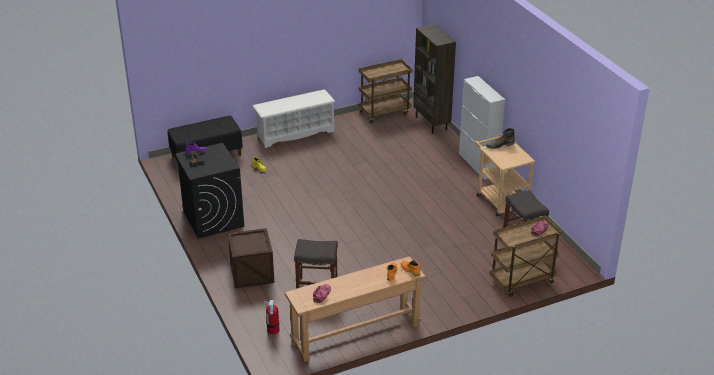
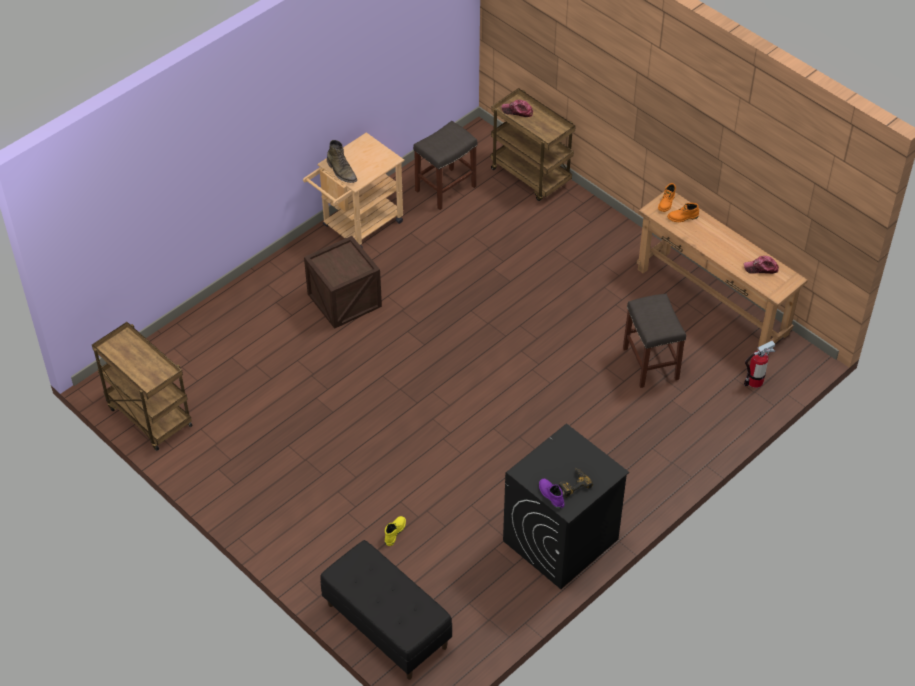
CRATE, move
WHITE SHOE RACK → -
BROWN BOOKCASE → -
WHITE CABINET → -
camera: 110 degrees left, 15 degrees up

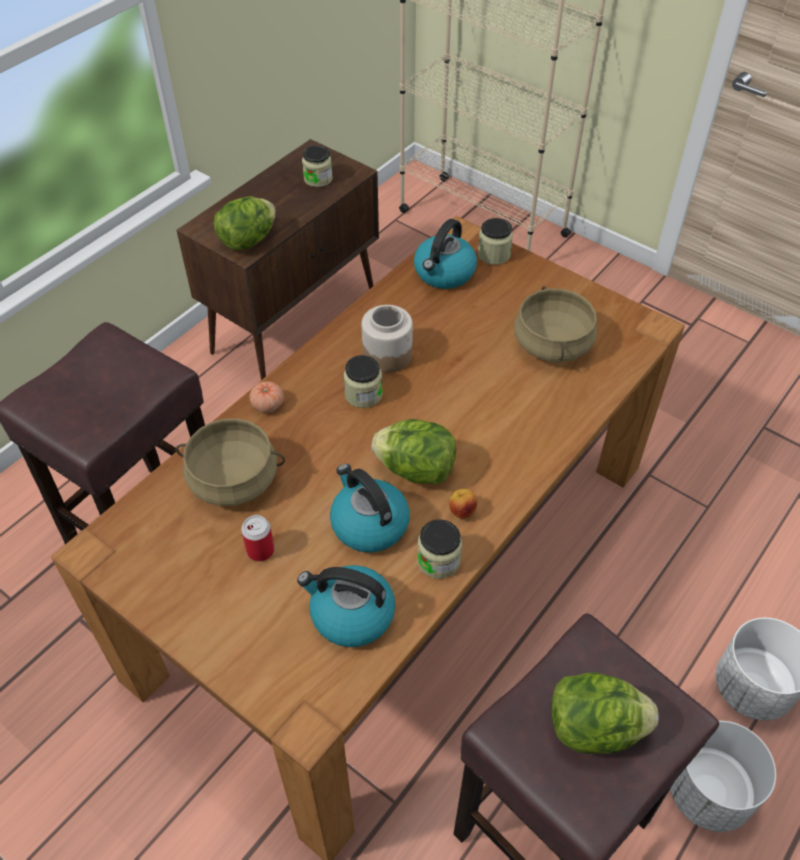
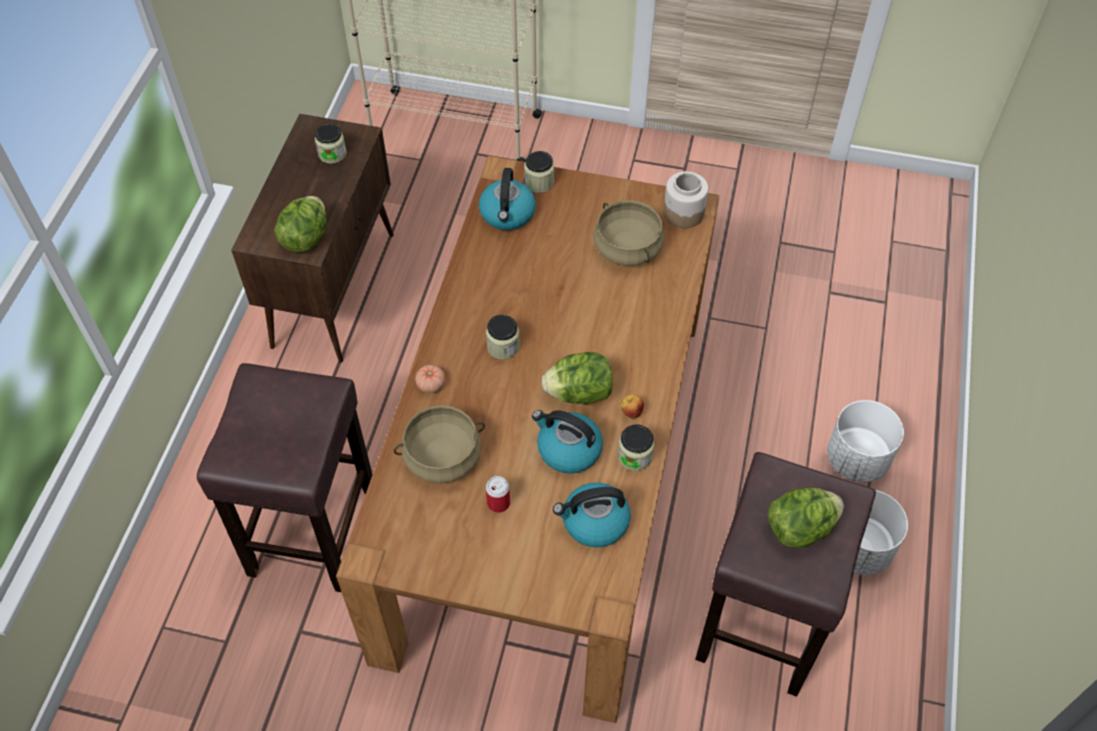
JAR (3rd from left in the first image) → JAR (5th from left), move
camera: 25 degrees left, 5 degrees up

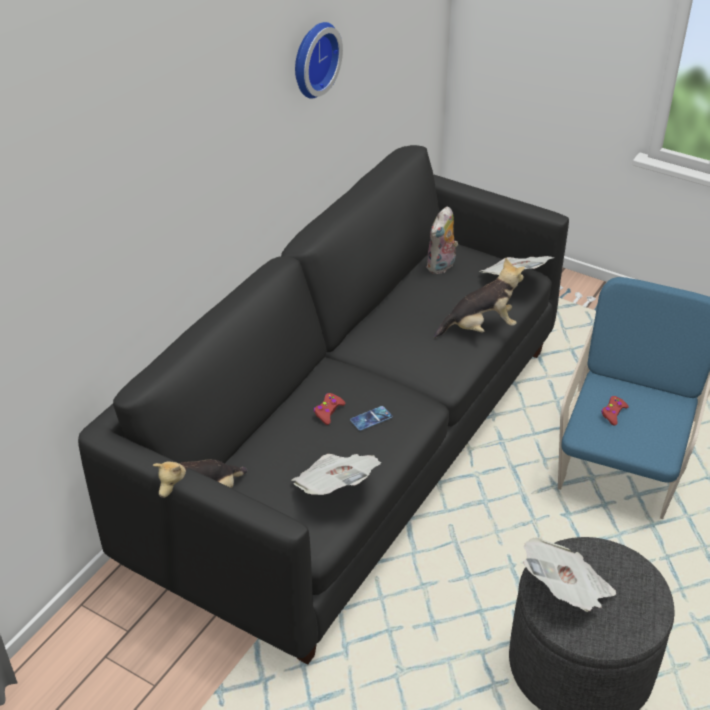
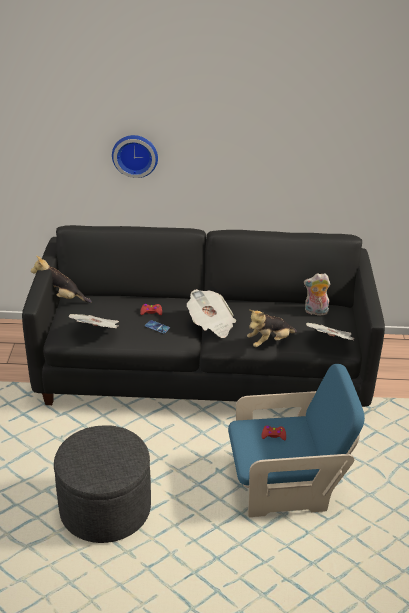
WALL CLOCK, move
NEWSPAPER (3rd from left in the first image) → NEWSPAPER (2nd from left), move
PLUSH TOY (3rd from left in the first image) → PLUSH TOY (2nd from left), 105 degrees clockwise
camera: 60 degrees right, 5 degrees down

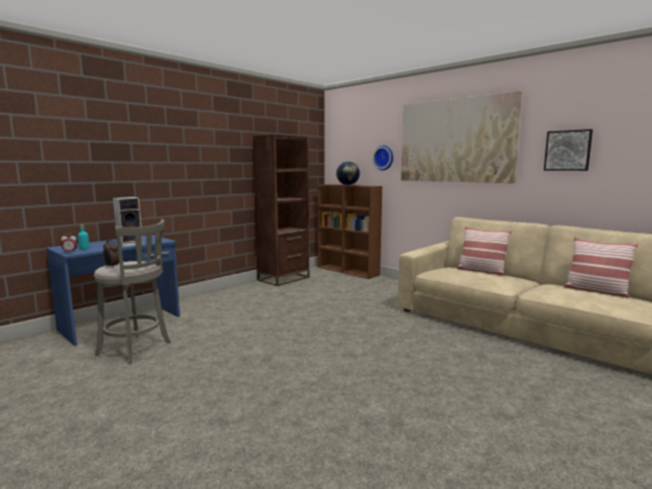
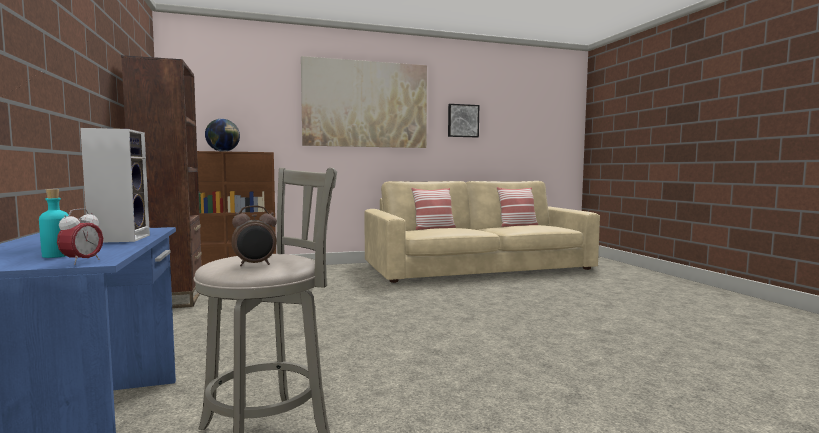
WALL CLOCK → -
camera: 60 degrees left, 5 degrees down

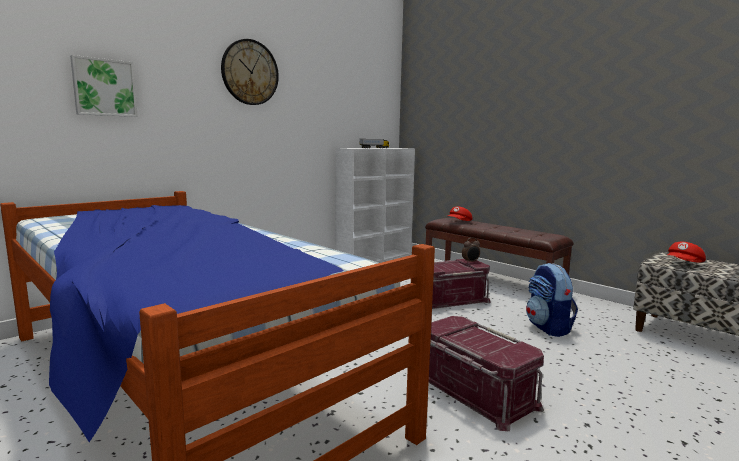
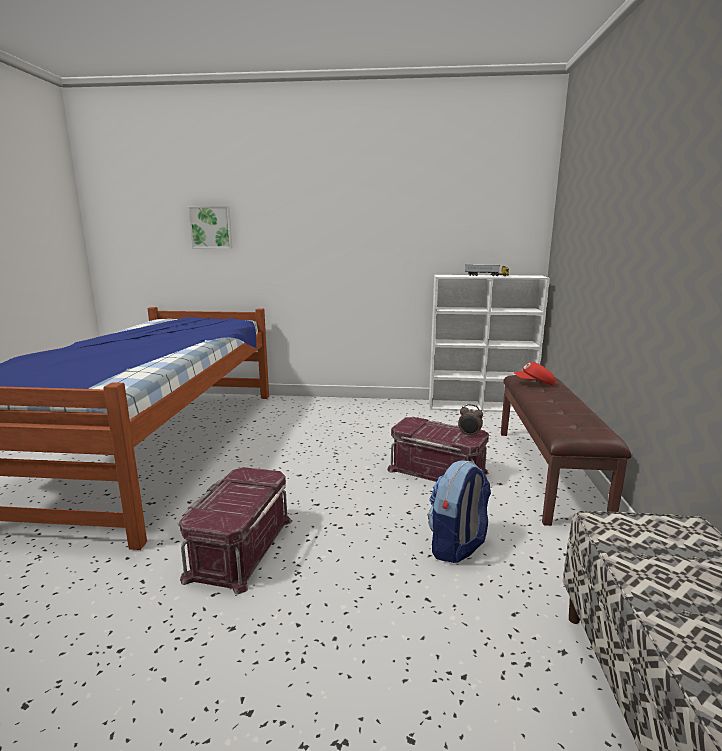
WALL CLOCK → -
RED CAP (2nd from left) → -
camera: 50 degrees right, 5 degrees up

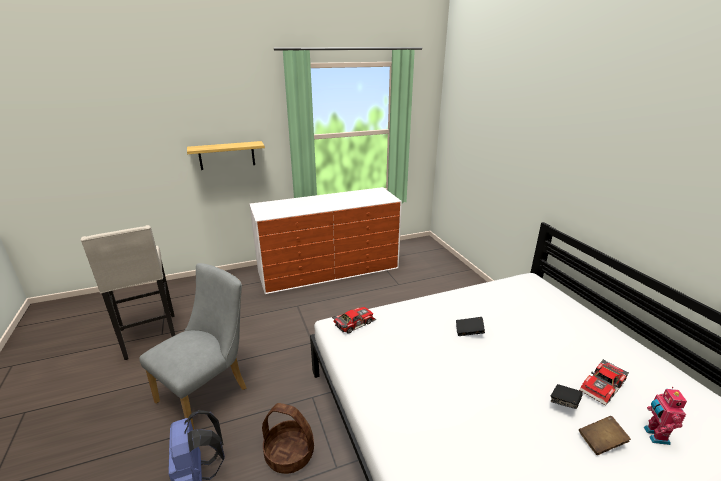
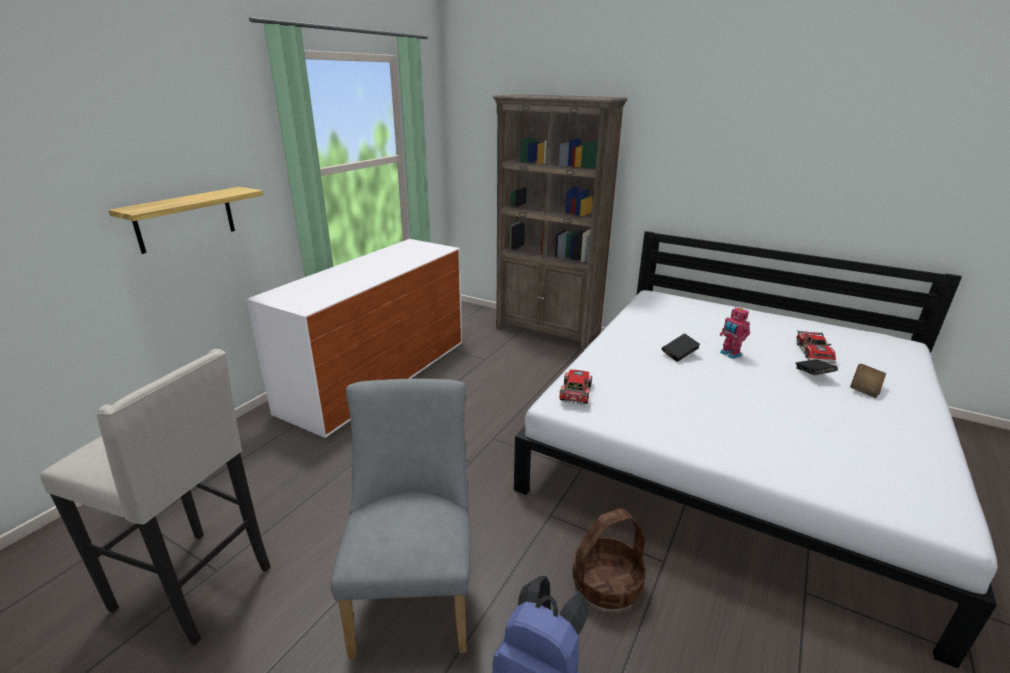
- → BROWN BOOKCASE
TOY ROBOT, move
camera: 40 degrees left, 0 degrees up

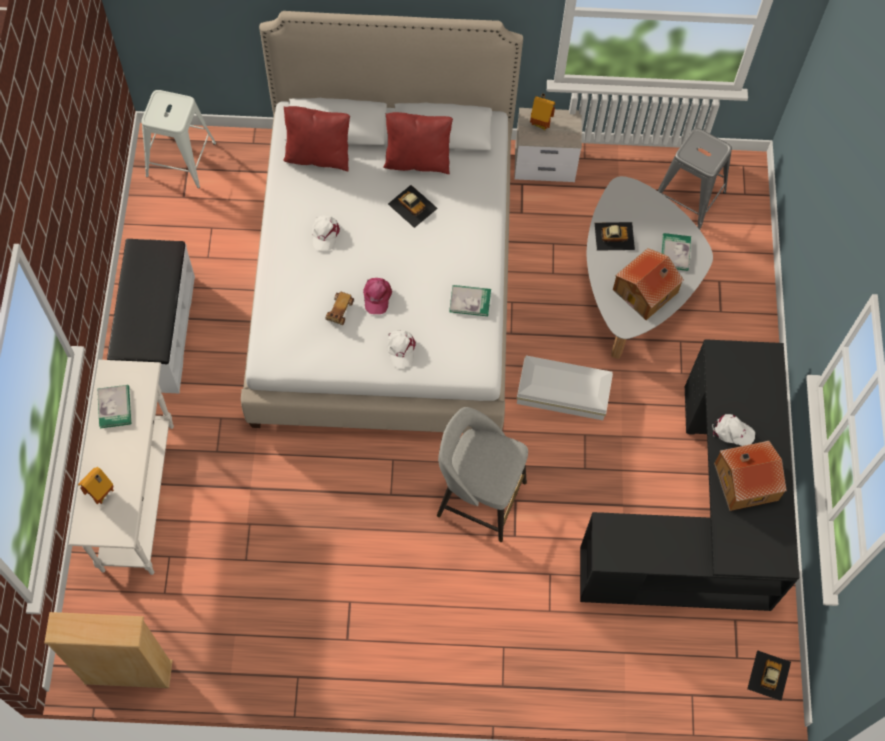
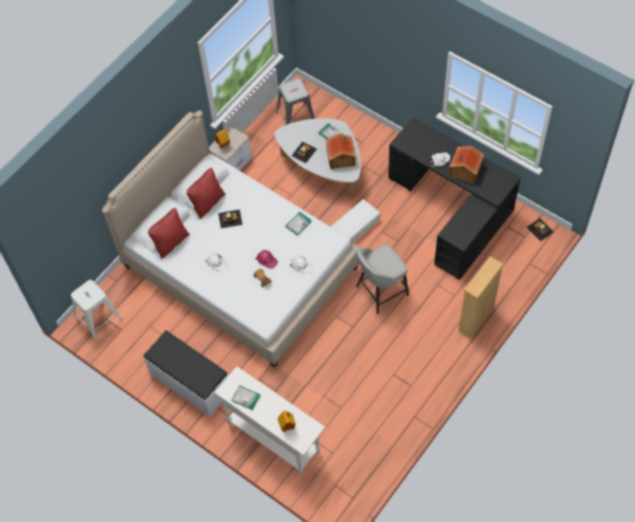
BEIGE BOOKCASE, move
camera: 50 degrees left, 5 degrees down

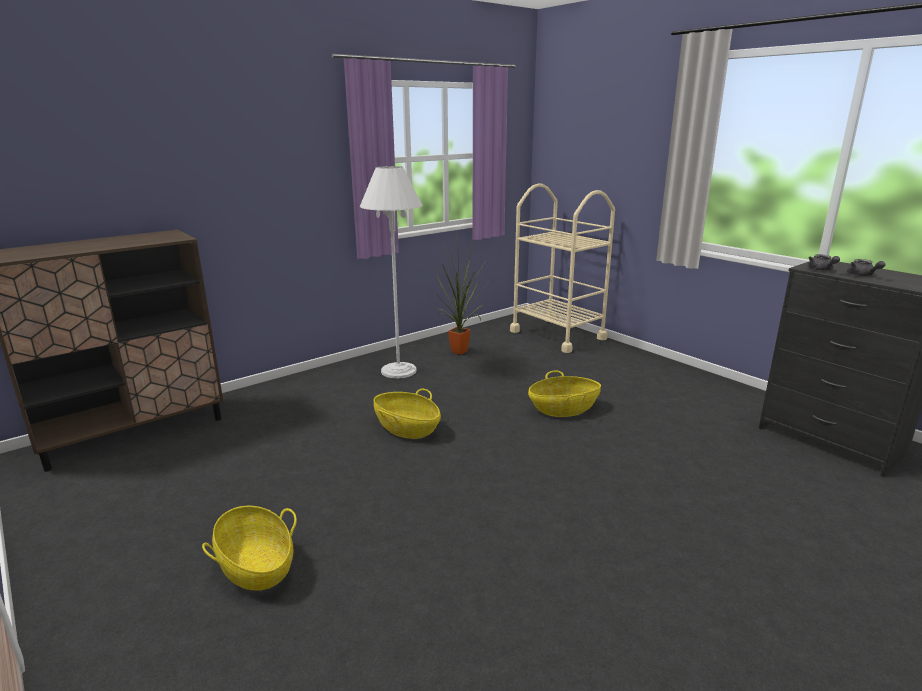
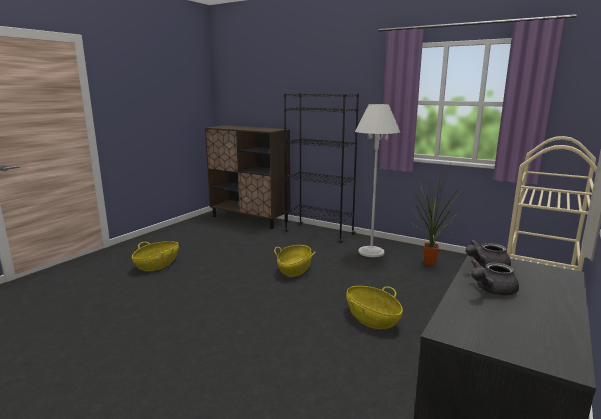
- → BLACK BOOKCASE
camera: 70 degrees right, 5 degrees down

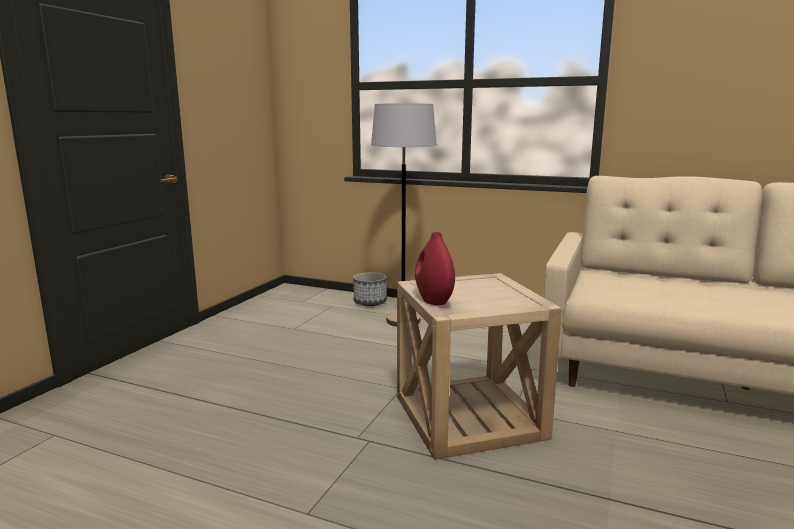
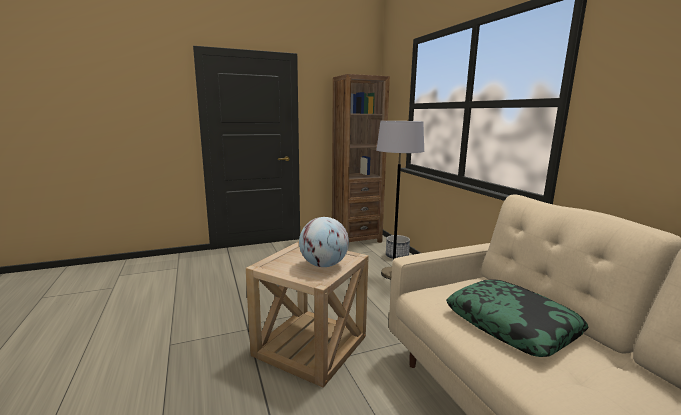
- → GLOBE
- → BROWN BOOKCASE
- → PILLOW
RED VASE → -
camera: 45 degrees right, 0 degrees up

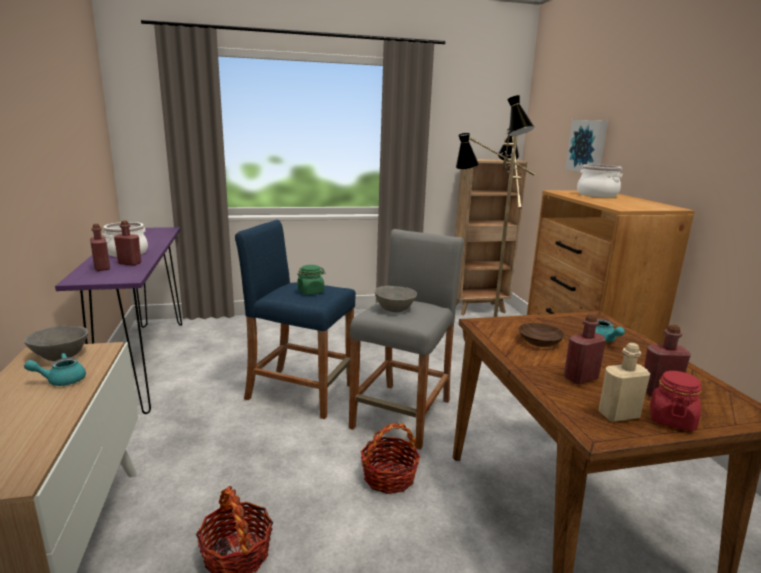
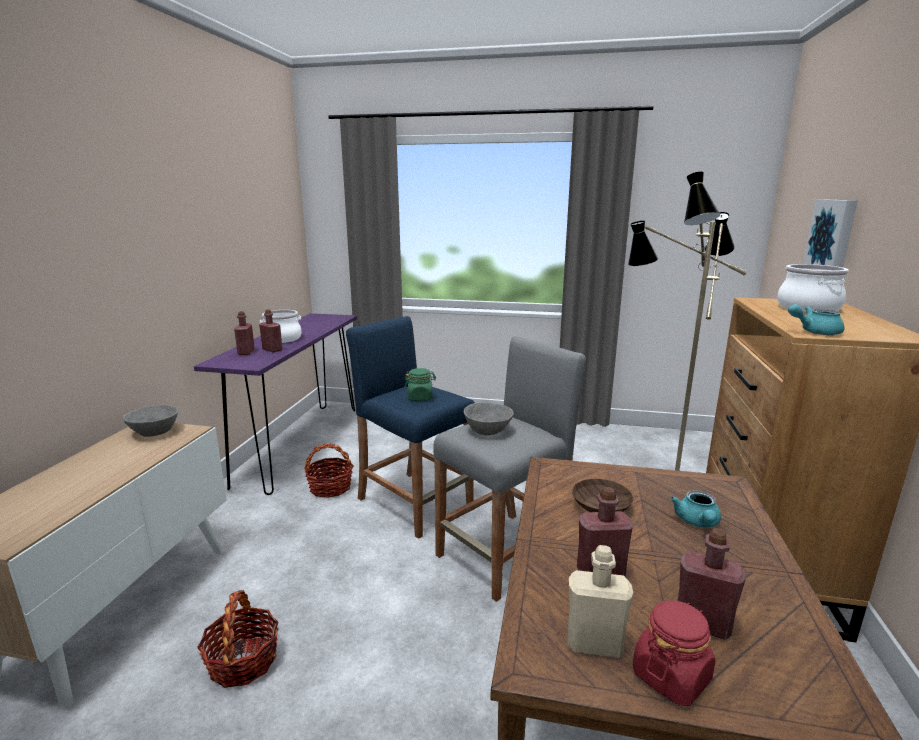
BASKET (2nd from left), move
TURQUOISE TEAPOT (1st from left in the first image) → TURQUOISE TEAPOT (2nd from left), move
BROWN BOOKCASE → -
camera: 25 degrees right, 0 degrees up

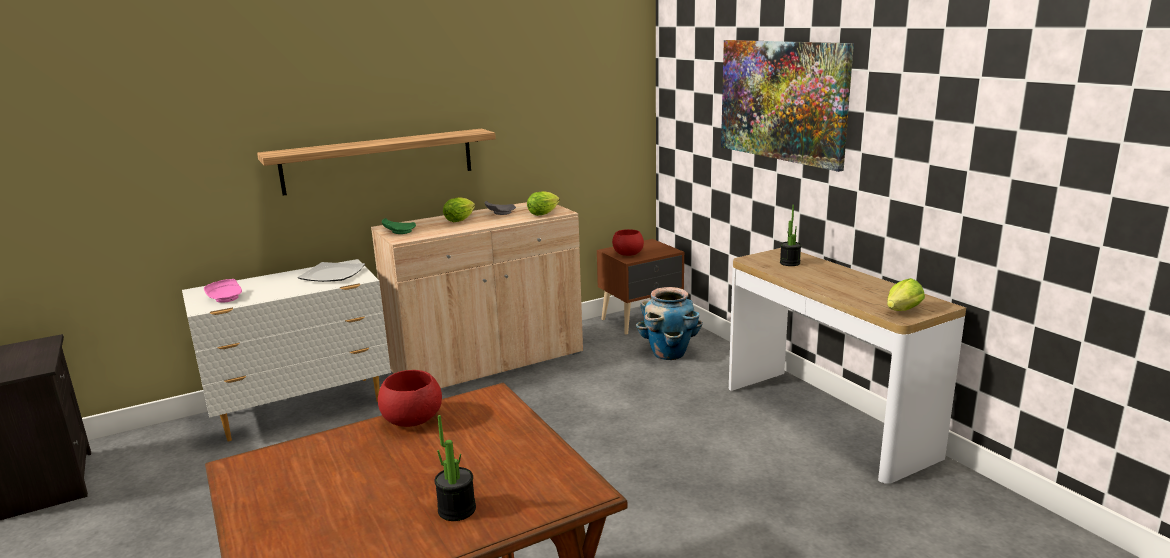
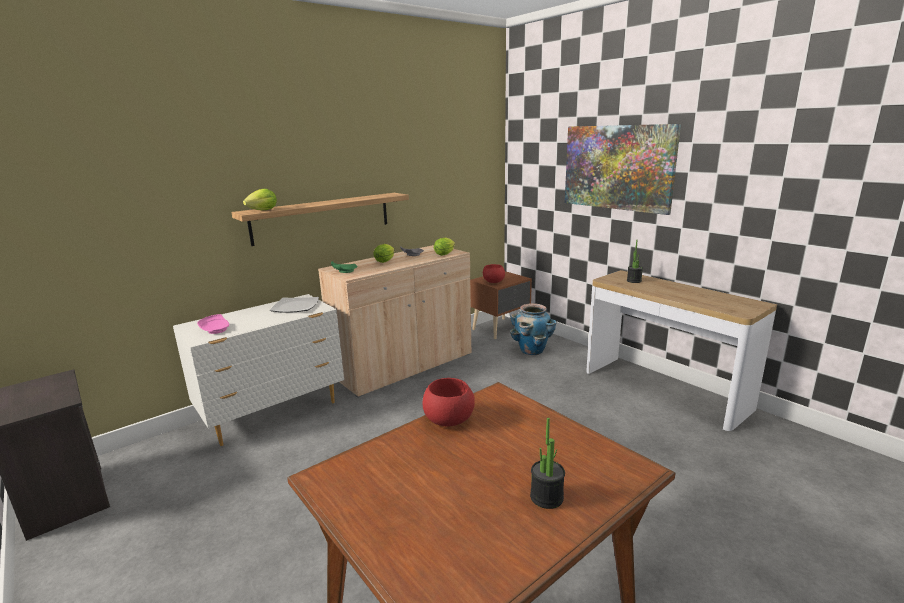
LETTUCE (3rd from left in the first image) → LETTUCE (1st from left), move
camera: 10 degrees left, 0 degrees up

